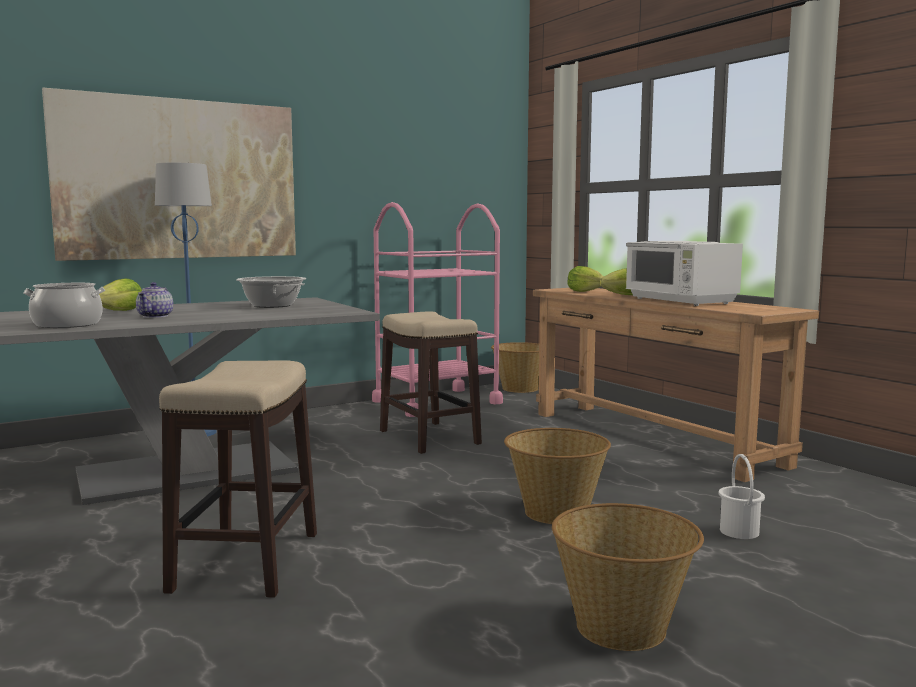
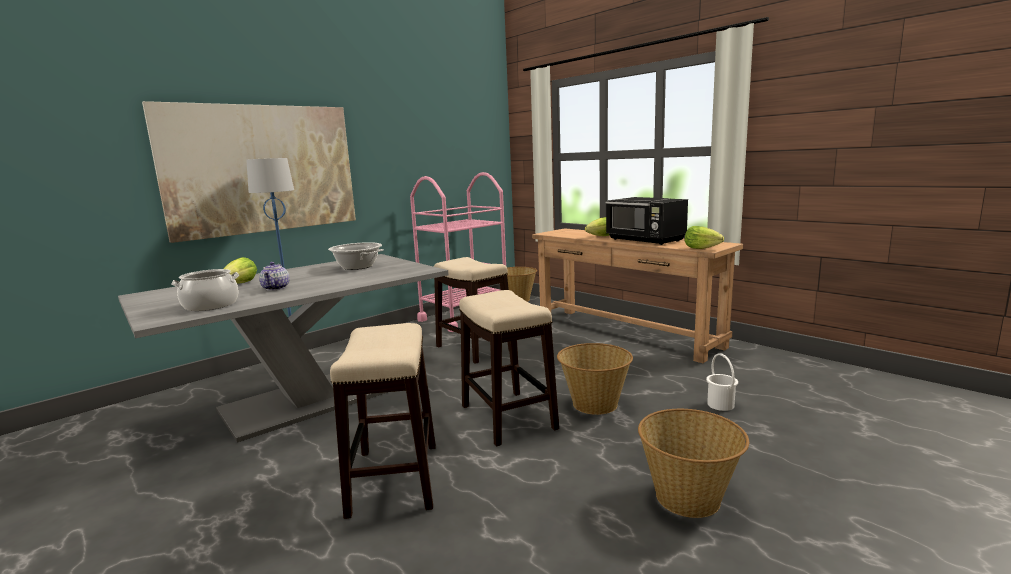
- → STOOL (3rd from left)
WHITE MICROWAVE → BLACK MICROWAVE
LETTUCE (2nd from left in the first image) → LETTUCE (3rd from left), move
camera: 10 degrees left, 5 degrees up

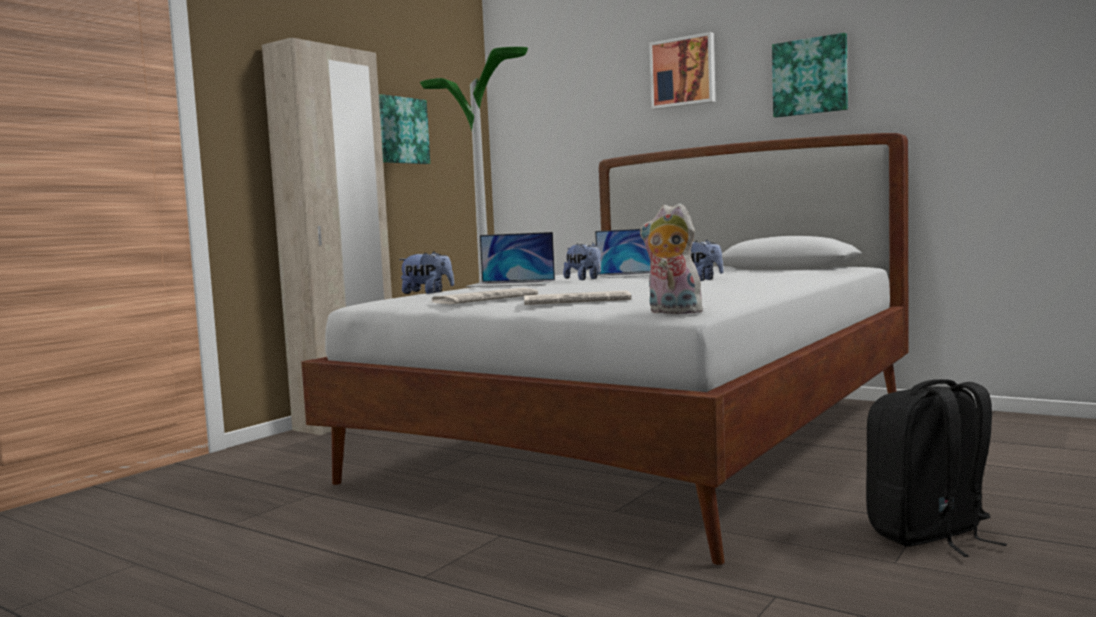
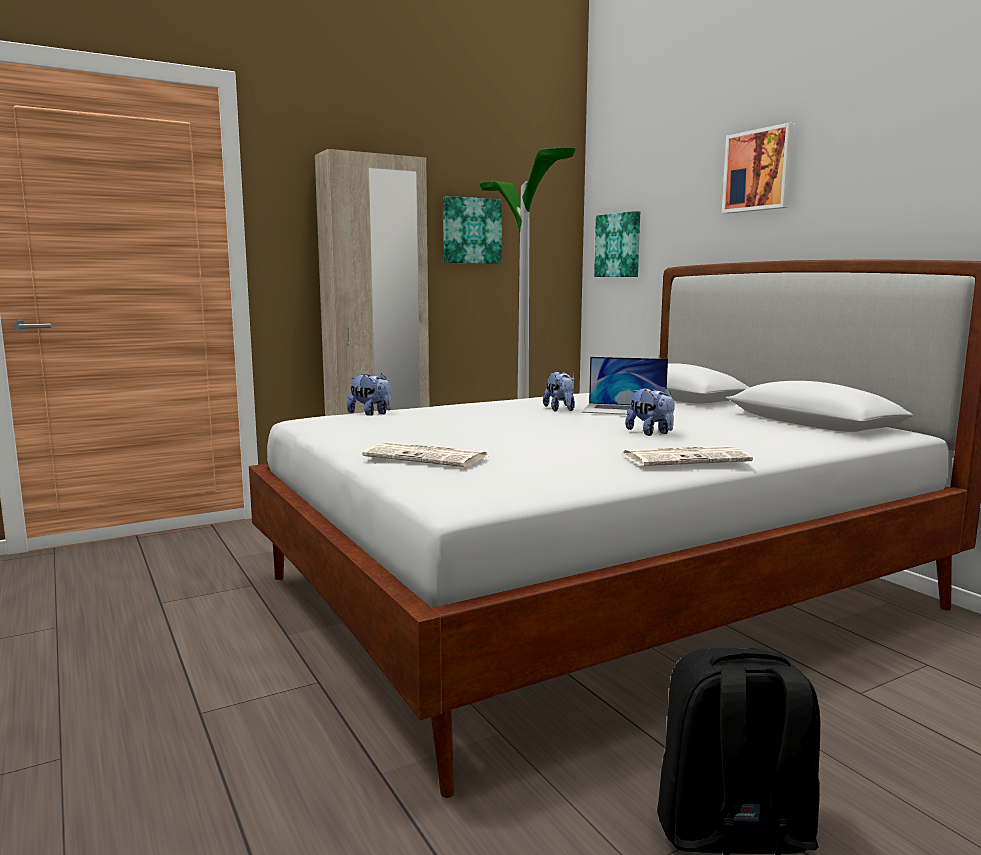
PICTURE (3rd from left in the first image) → PICTURE (2nd from left), move
NEWSPAPER (1st from left in the first image) → NEWSPAPER (2nd from left), move
LAPTOP (1st from left) → -
PLUSH TOY (3rd from left) → -
camera: 25 degrees right, 5 degrees up

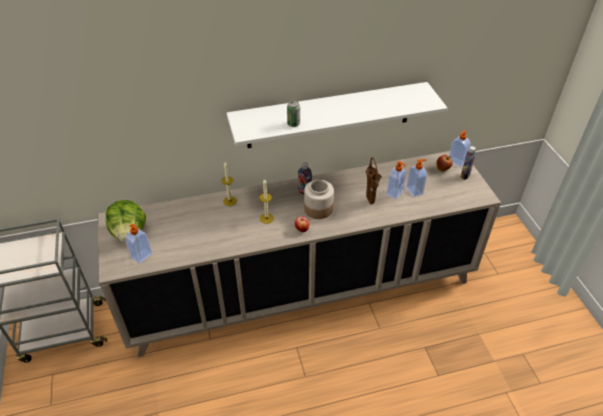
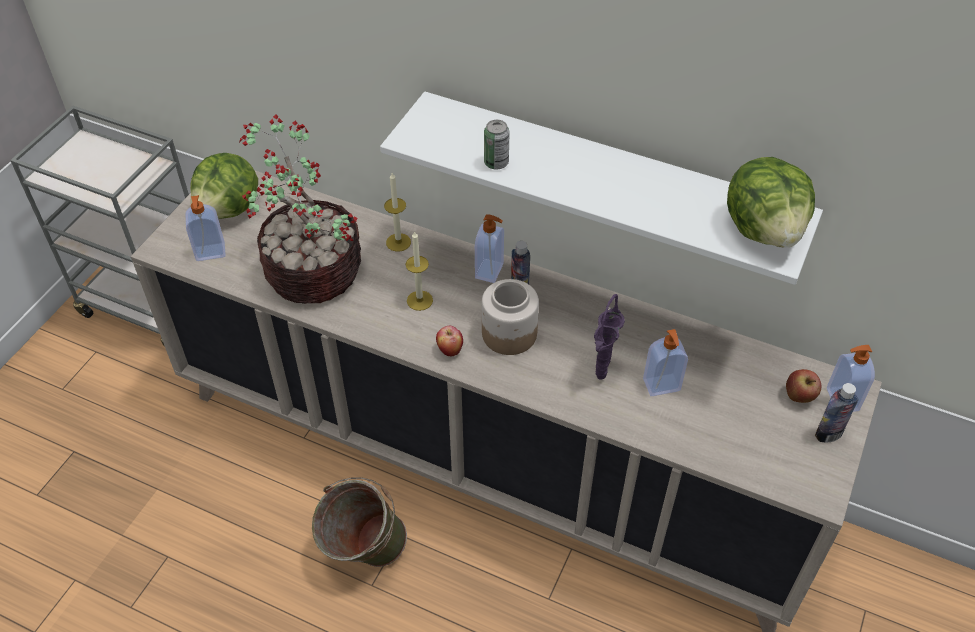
- → POTTED PLANT
- → GREEN BUCKET
SOAP DISPENSER (3rd from left in the first image) → SOAP DISPENSER (2nd from left), move
BROWN VASE → PURPLE VASE
- → LETTUCE (2nd from left)
camera: 40 degrees right, 5 degrees up

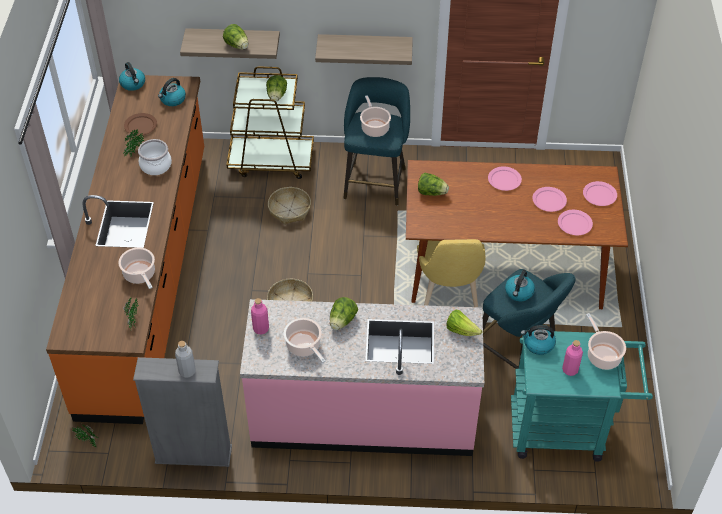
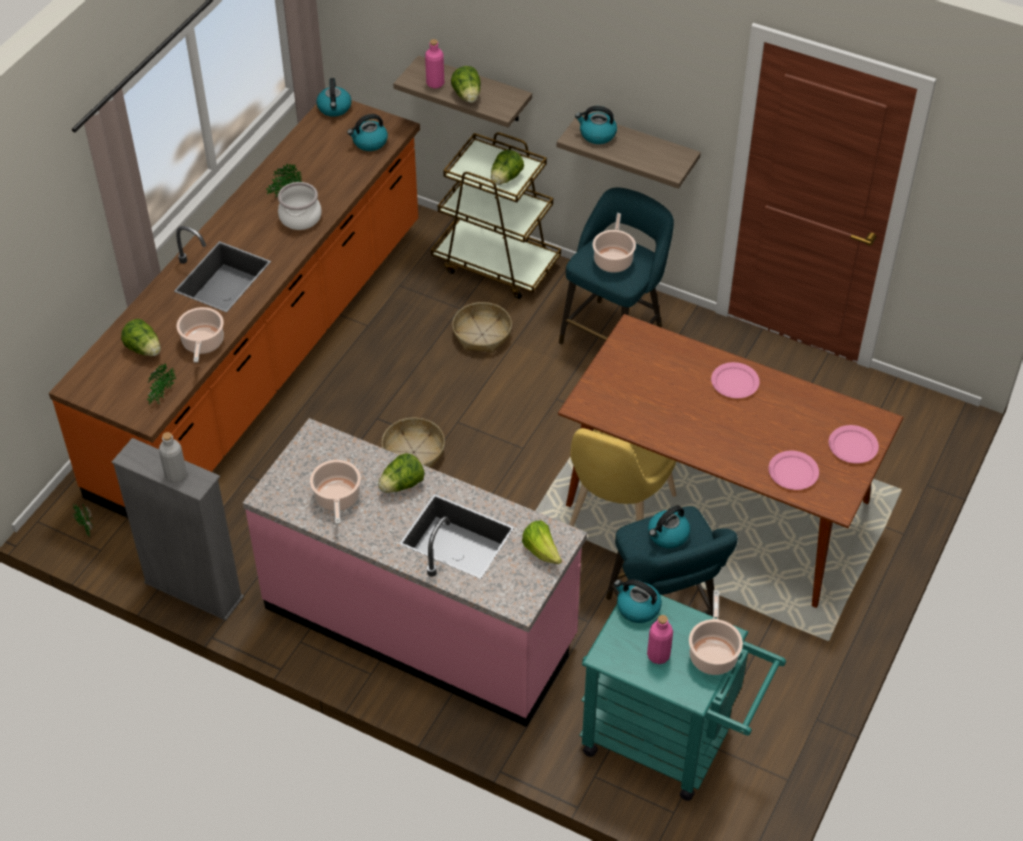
LETTUCE (4th from left in the first image) → LETTUCE (1st from left), move
PINK BOTTLE (1st from left), move
- → KETTLE (3rd from left)
BROWN PLATE → -
PINK PLATE (2nd from left) → -
camera: 25 degrees right, 0 degrees up

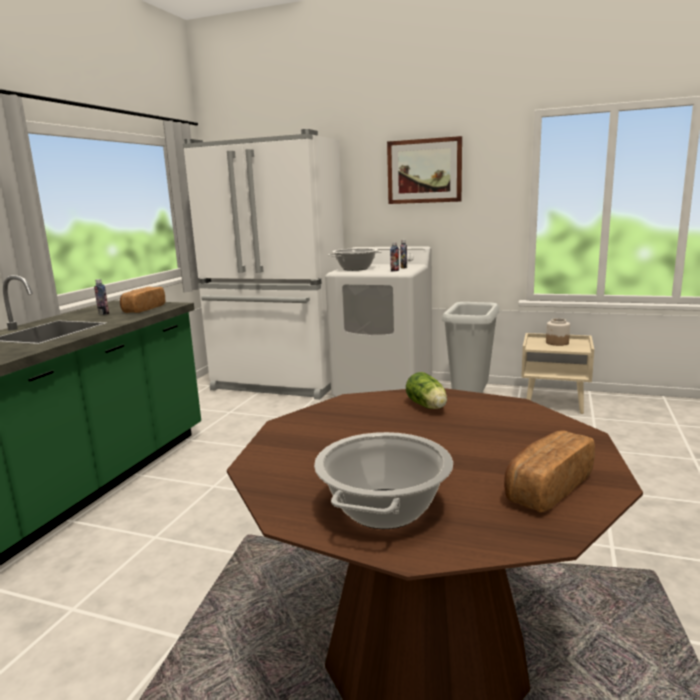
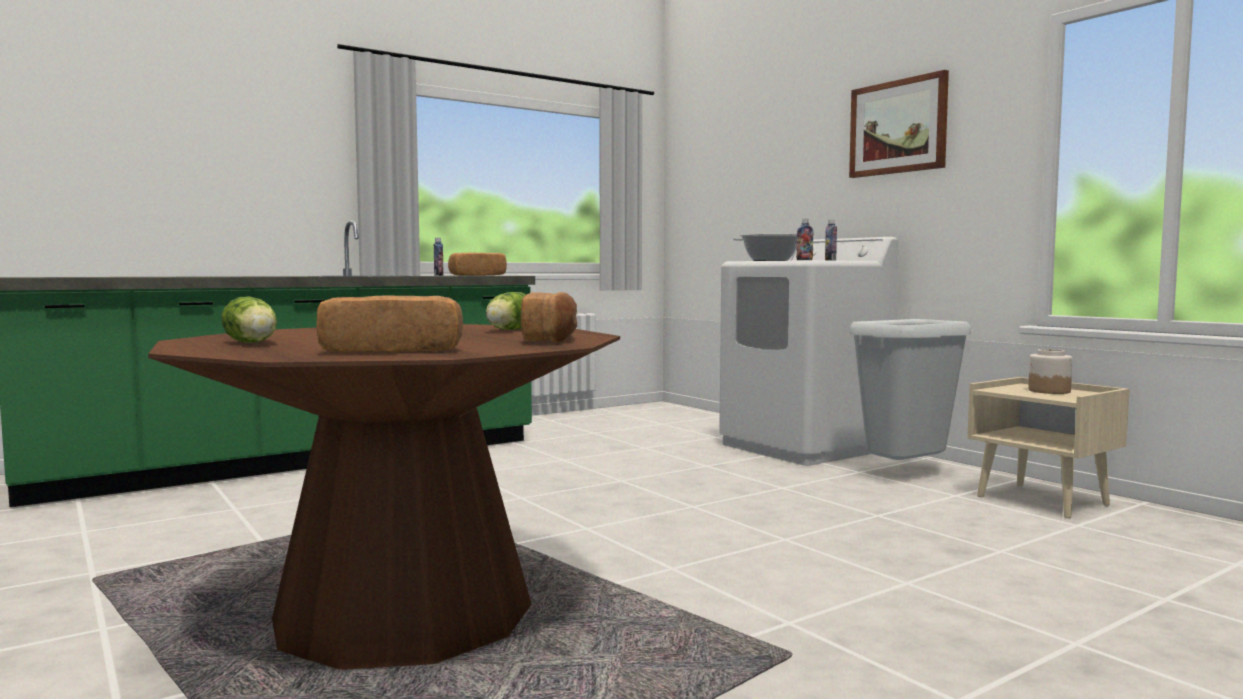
COOKING POT (2nd from left) → LETTUCE (1st from left)
- → BREAD (3rd from left)
WHITE FRIDGE → -
camera: 35 degrees right, 10 degrees down

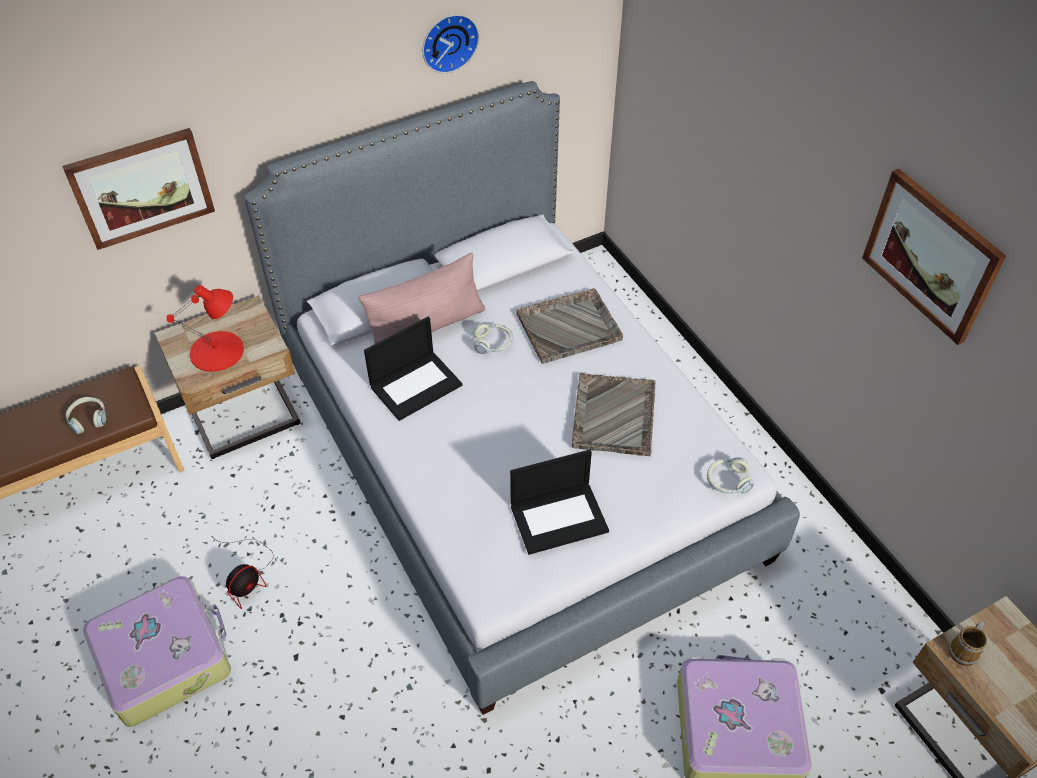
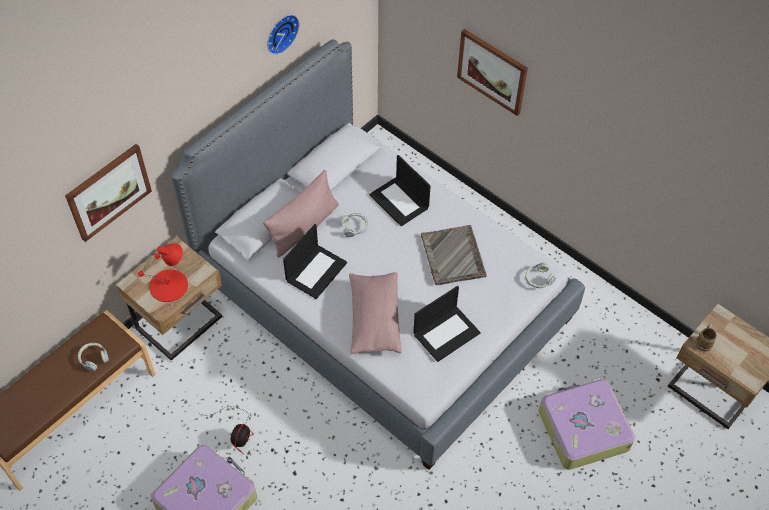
- → PINK PILLOW (2nd from left)
GREY TRAY (1st from left) → LAPTOP (2nd from left)
PICTURE (2nd from left), move
camera: 20 degrees left, 5 degrees up

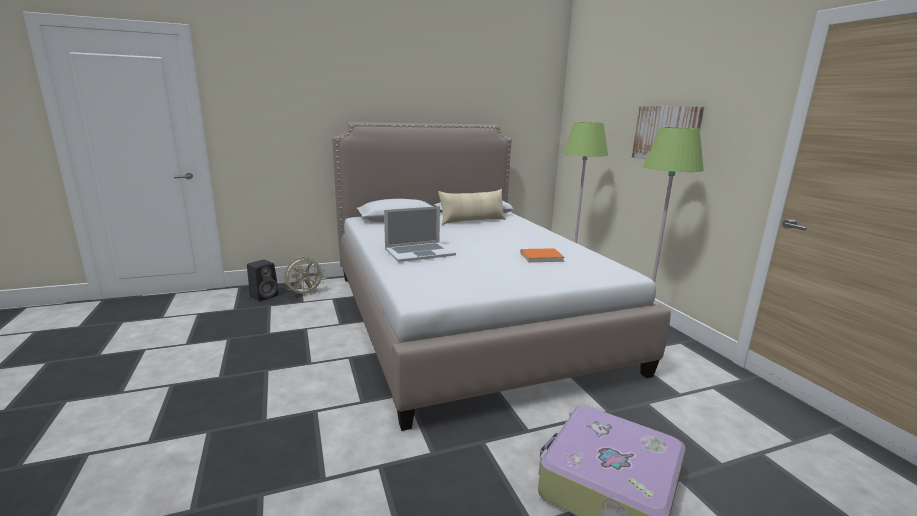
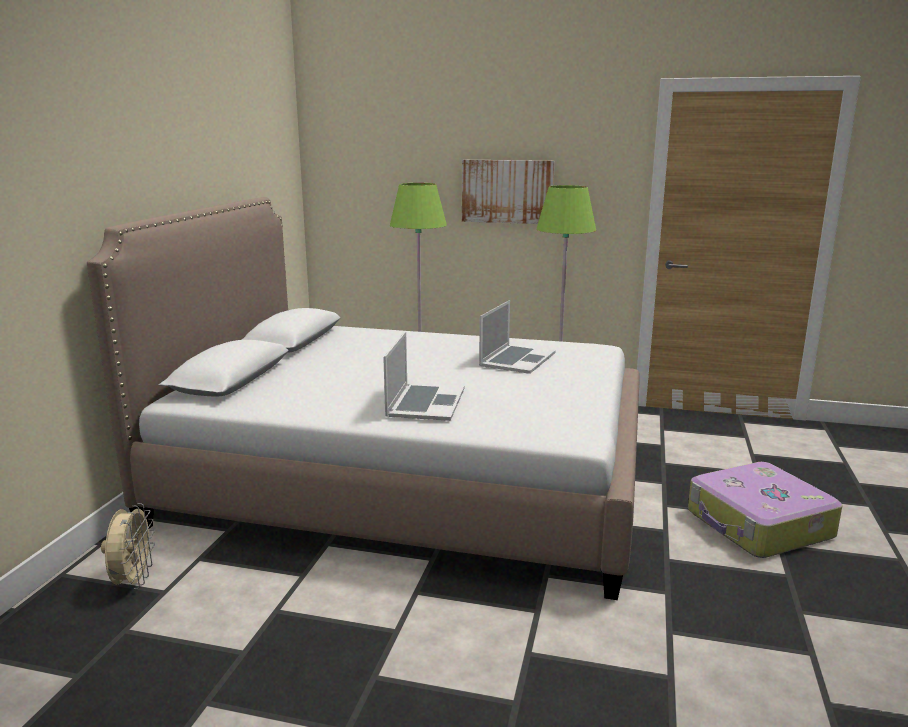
ORANGE BOOK → LAPTOP (2nd from left)
BLACK SPEAKER → -
BEIGE PILLOW → -
camera: 55 degrees left, 0 degrees up

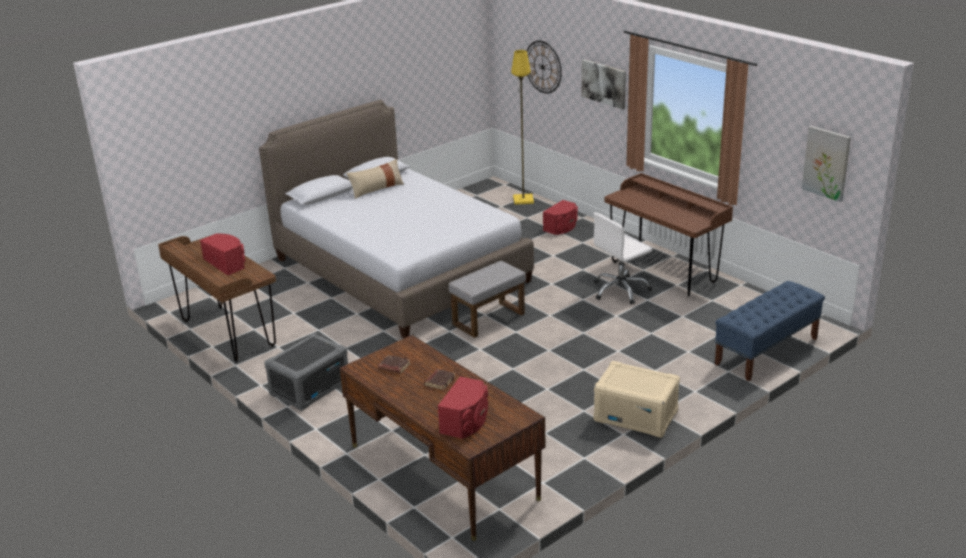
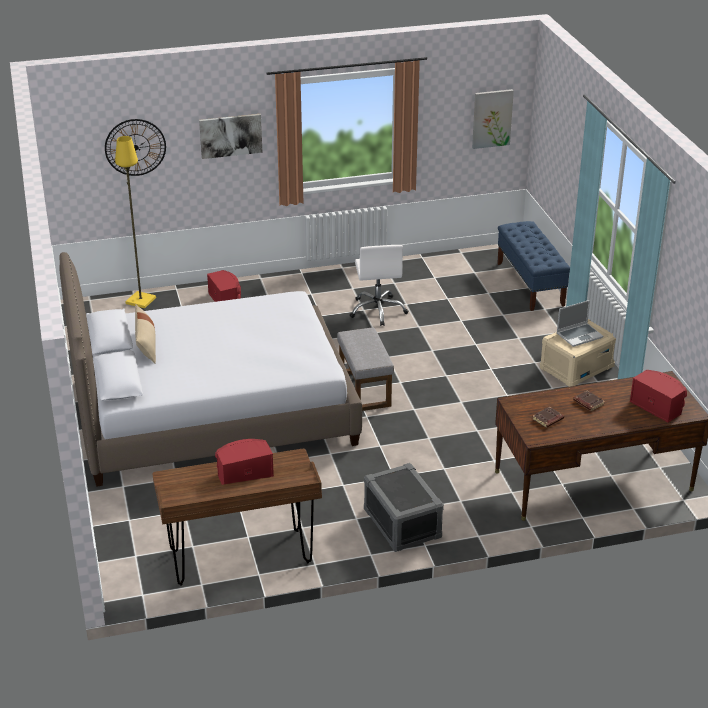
- → LAPTOP
BROWN DESK (3rd from left) → -
camera: 65 degrees left, 5 degrees up

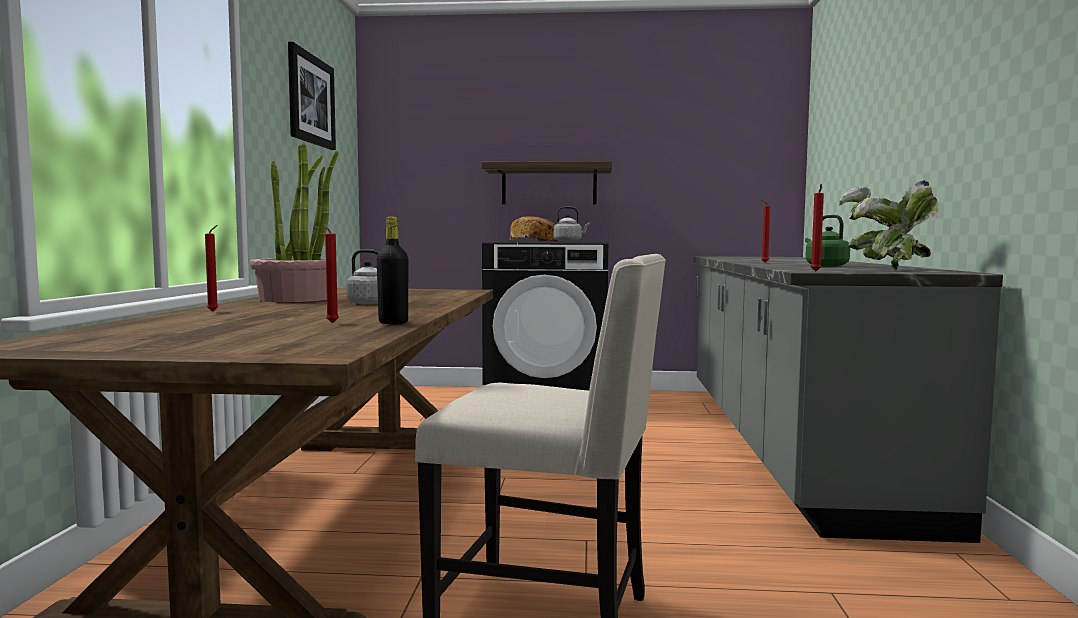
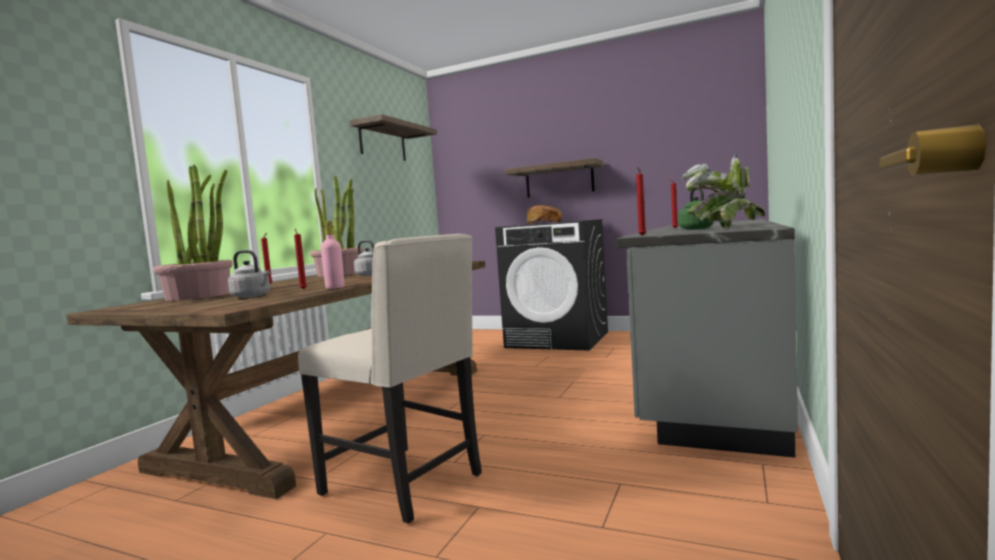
- → POTTED PLANT (1st from left)
GREY KETTLE (2nd from left in the first image) → GREY KETTLE (1st from left), move
BLACK BOTTLE → PINK BOTTLE
PICTURE → SHELF (1st from left)
camera: 20 degrees right, 0 degrees up

